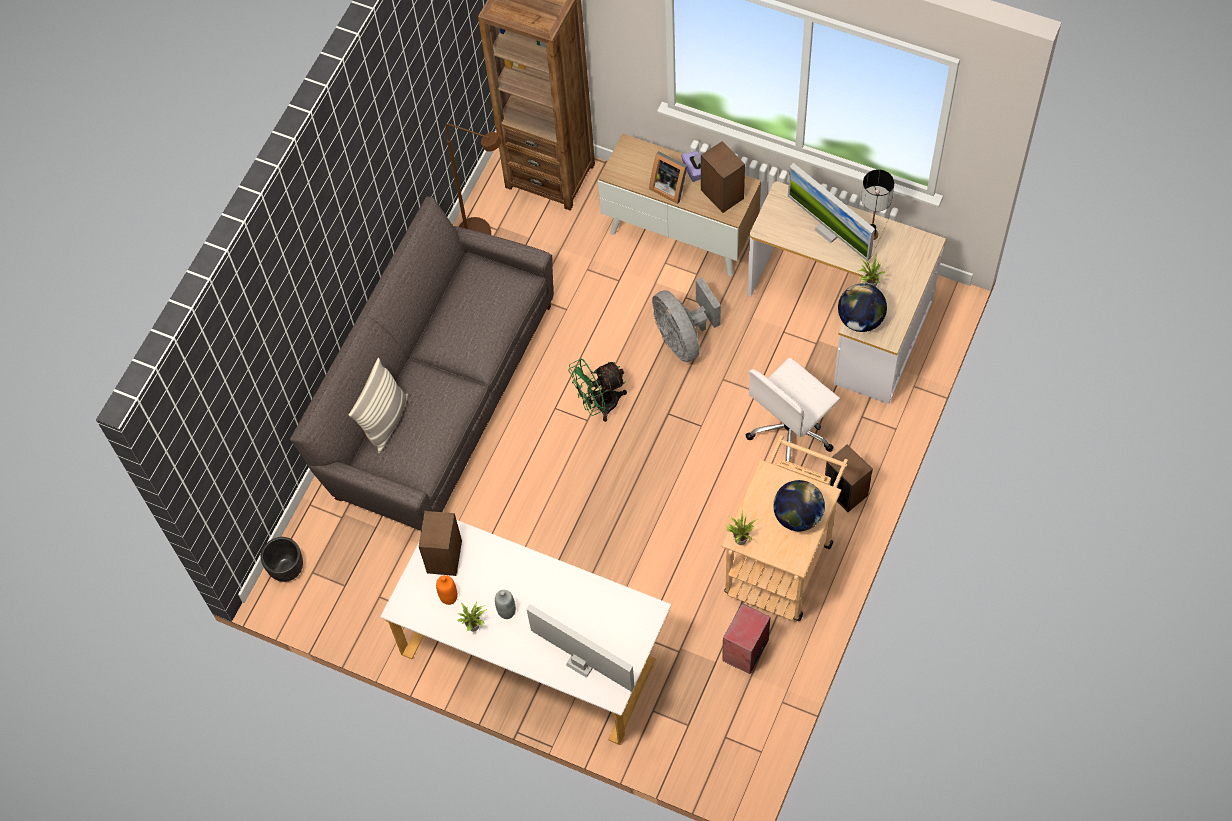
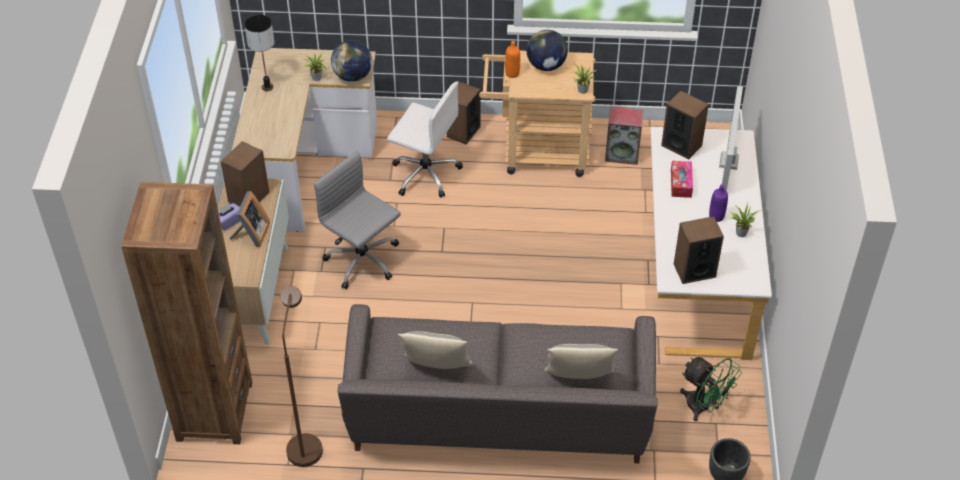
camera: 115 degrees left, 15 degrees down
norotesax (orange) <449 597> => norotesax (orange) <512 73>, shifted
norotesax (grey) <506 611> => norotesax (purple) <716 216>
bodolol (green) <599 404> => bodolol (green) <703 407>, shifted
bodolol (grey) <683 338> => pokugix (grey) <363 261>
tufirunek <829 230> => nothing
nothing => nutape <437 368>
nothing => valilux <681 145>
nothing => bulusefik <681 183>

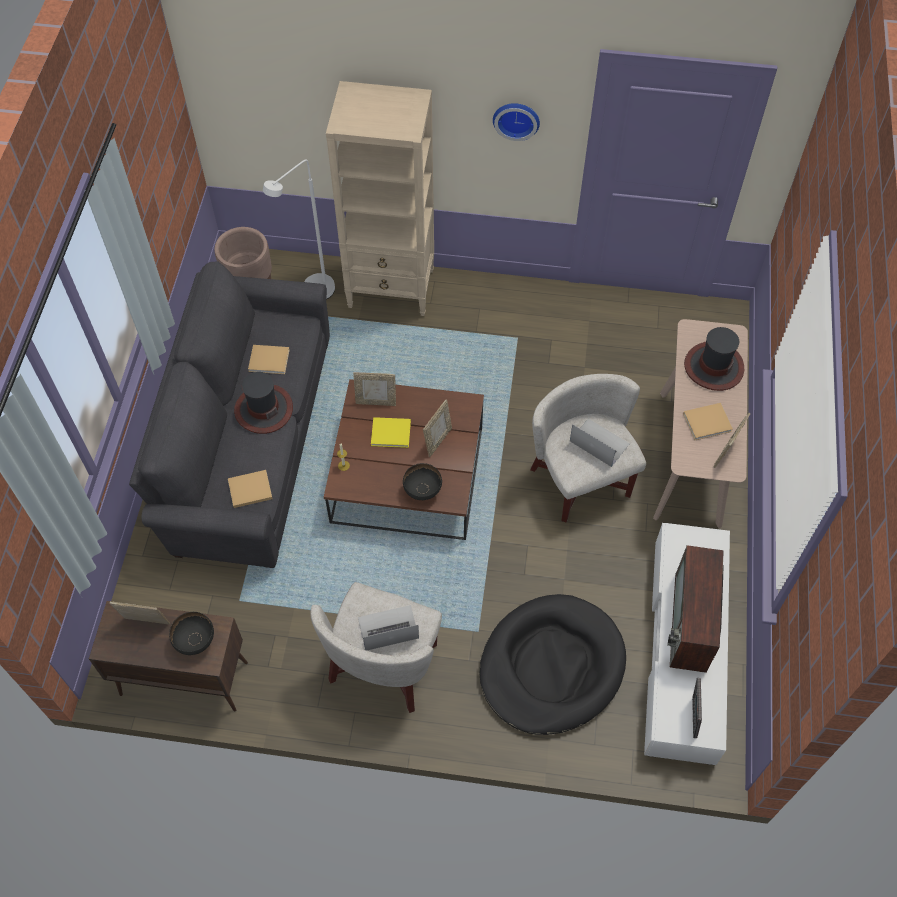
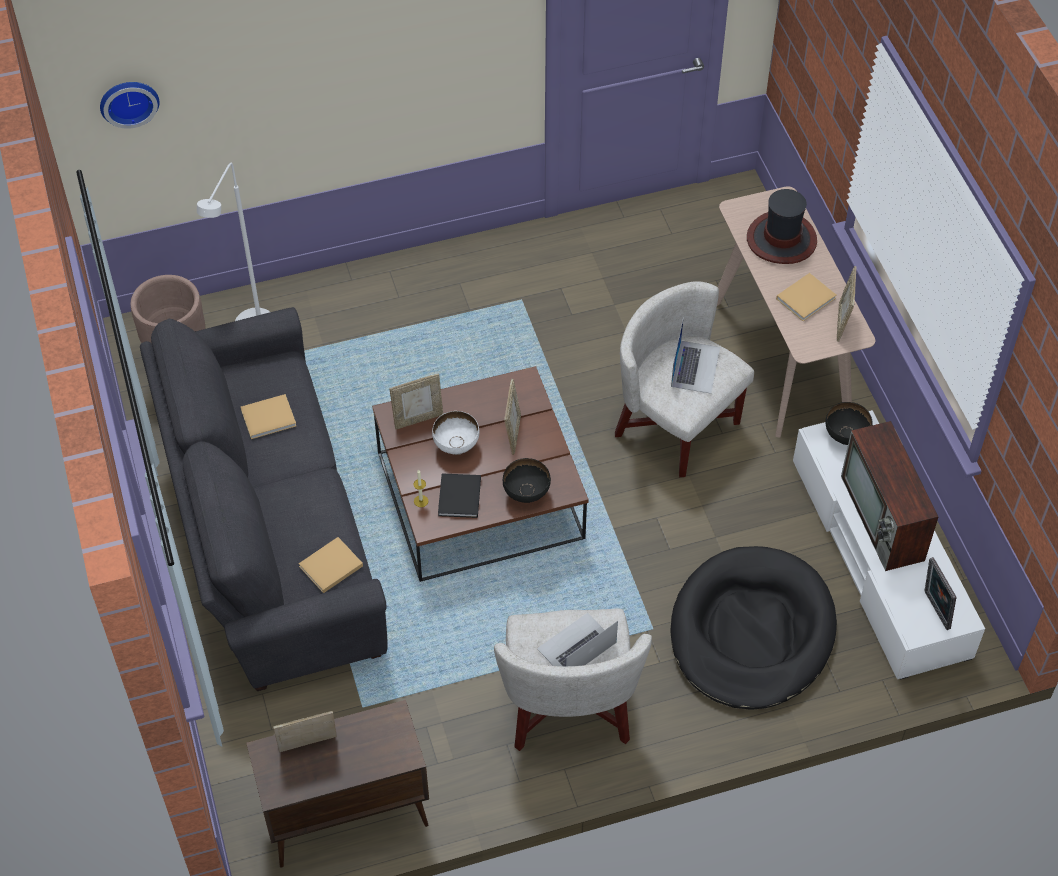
camera: 25 degrees left, 5 degrees down
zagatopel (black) <195 641> => zagatopel (black) <845 436>, shifted
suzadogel <263 409> => nothing
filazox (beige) <392 289> => nothing
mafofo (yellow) <392 433> => zagatopel (white) <456 446>
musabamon <516 118> => musabamon <128 101>, shifted
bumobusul <599 442> => bumobusul <695 366>, 90 degrees clockwise
nothing => mafofo (black) <459 498>

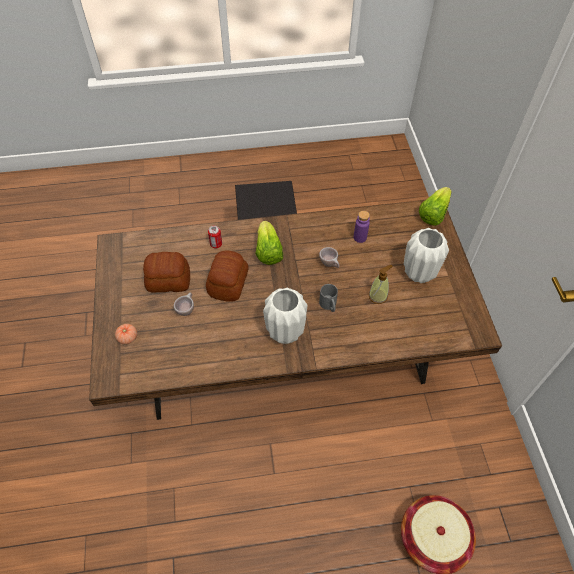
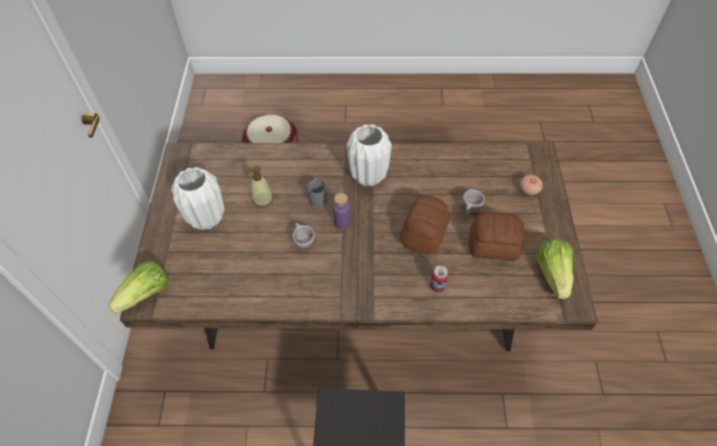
camera: 170 degrees left, 0 degrees up
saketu <268 251> => saketu <553 274>, shifted
norotesax (purple) <360 237> => norotesax (purple) <342 223>, shifted

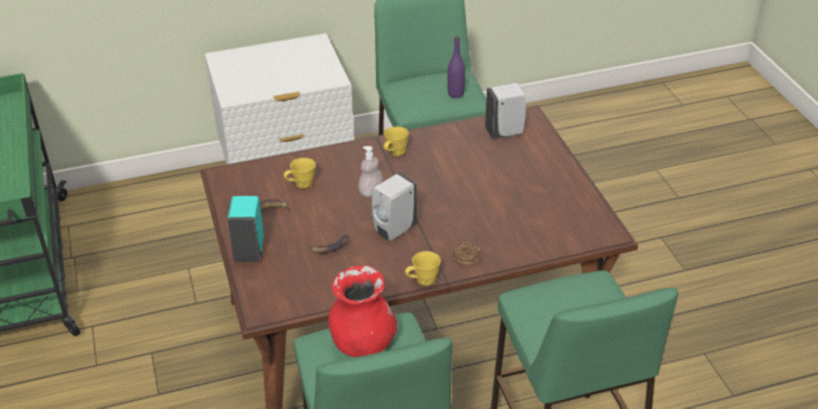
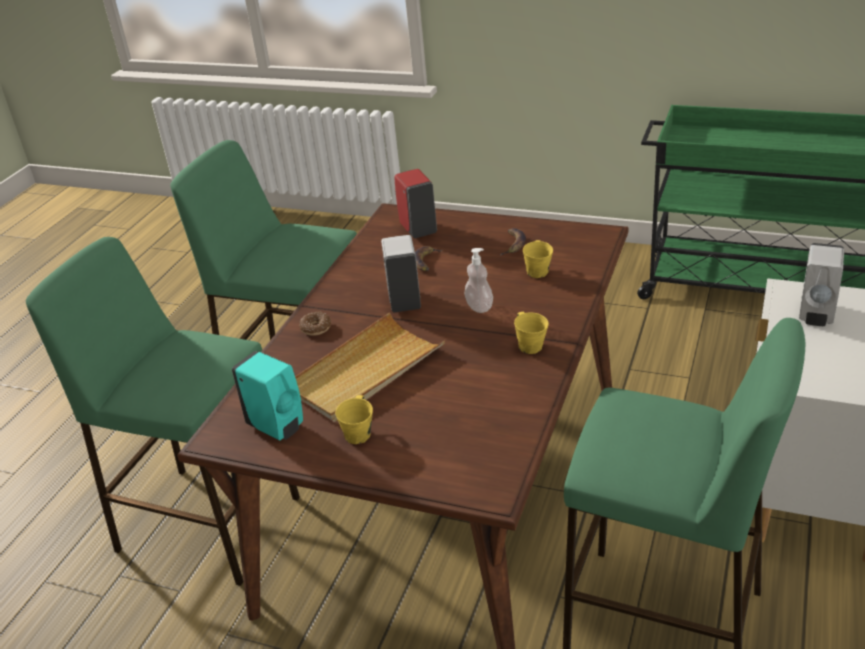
camera: 130 degrees right, 5 degrees down
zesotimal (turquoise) <249 250> => zesotimal (turquoise) <277 427>, shifted
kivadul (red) <362 344> => nothing
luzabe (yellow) <424 280> => luzabe (yellow) <359 434>, shifted
norotesax (purple) <455 94> => nothing
zesotimal (white) <505 132> => zesotimal (white) <816 315>, shifted
nothing => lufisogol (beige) <365 372>
nothing => zesotimal (red) <418 229>

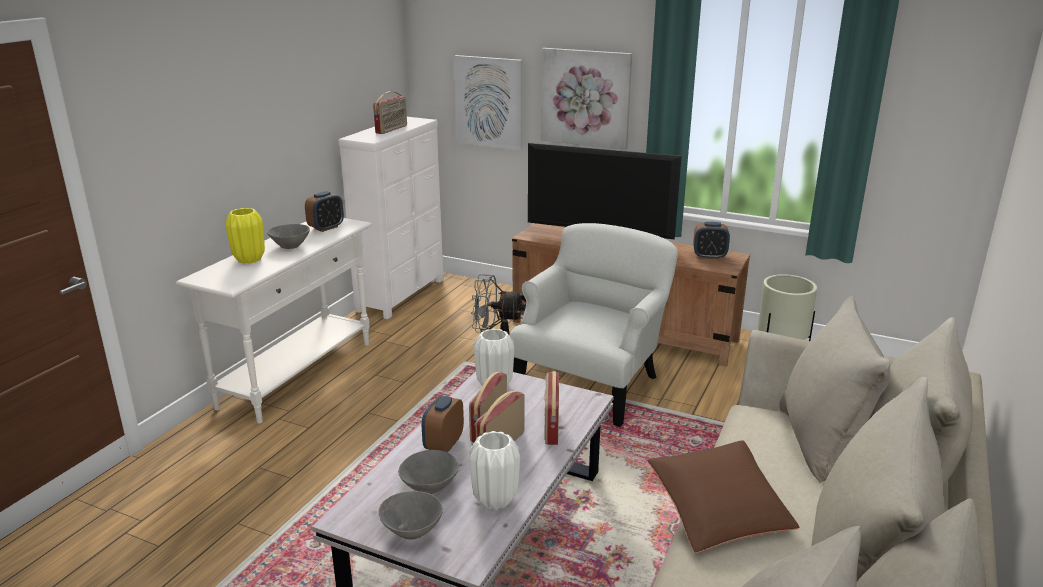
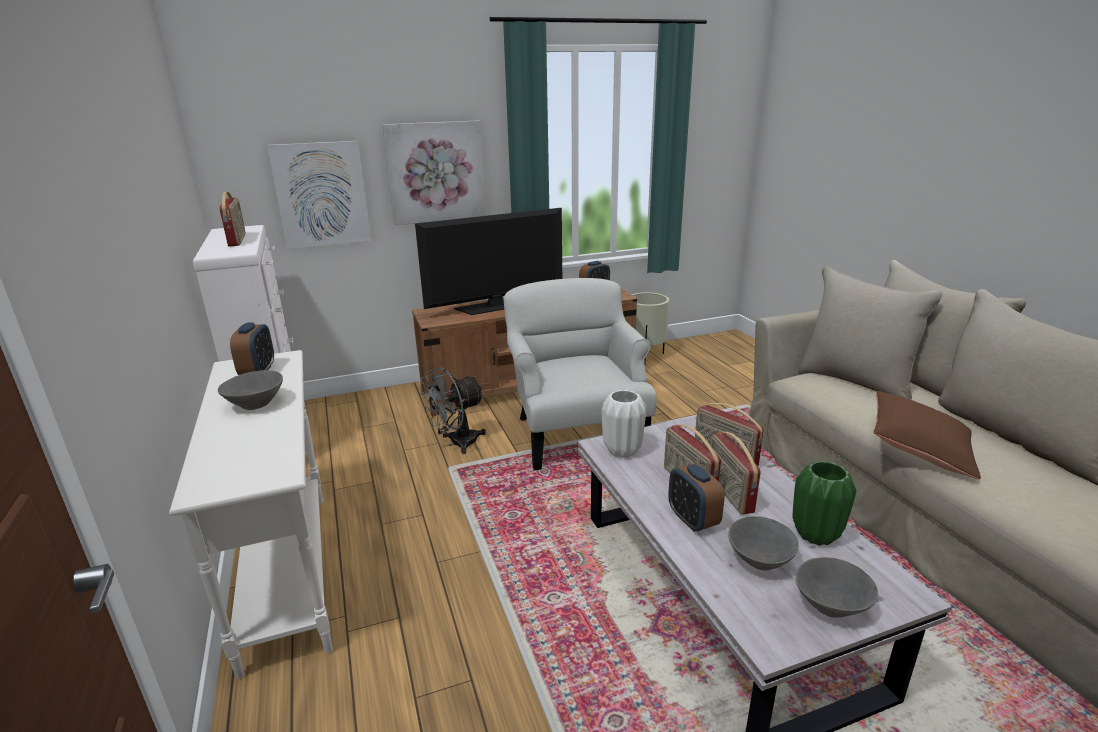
camera: 45 degrees left, 0 degrees up
kivadul (yellow) <249 259> => nothing
kivadul (white) <494 500> => kivadul (green) <816 535>

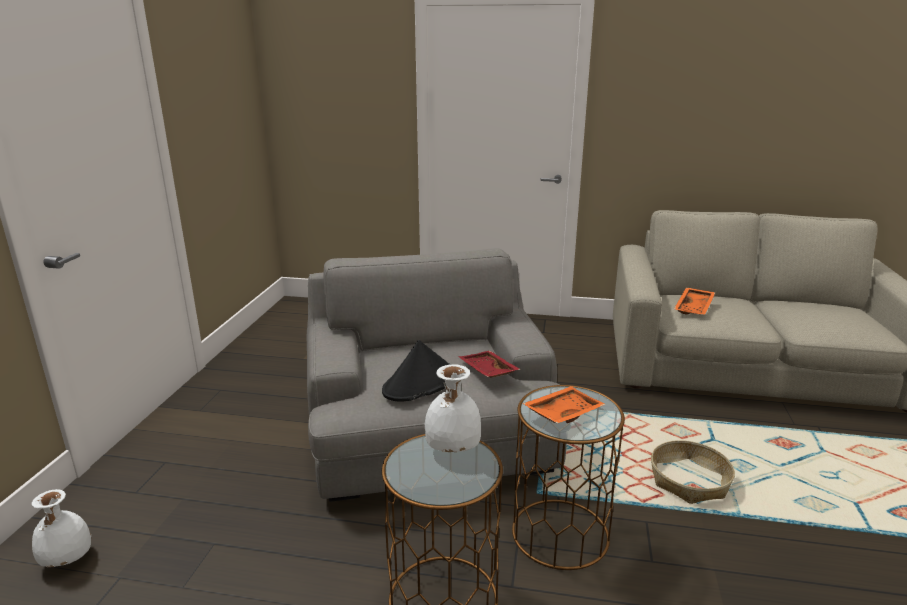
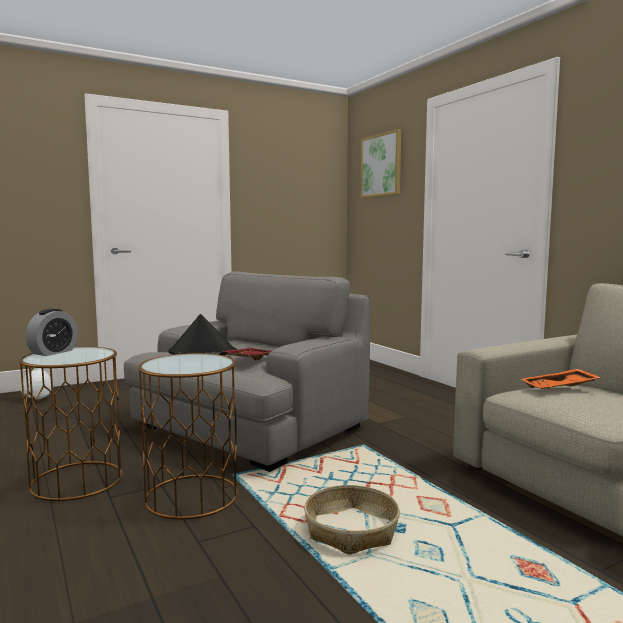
camera: 50 degrees right, 15 degrees down
kivadul (white) <451 449> => nothing
lufisogol (orange) <562 413> => nothing
nothing => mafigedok <53 352>
nothing => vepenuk <381 165>

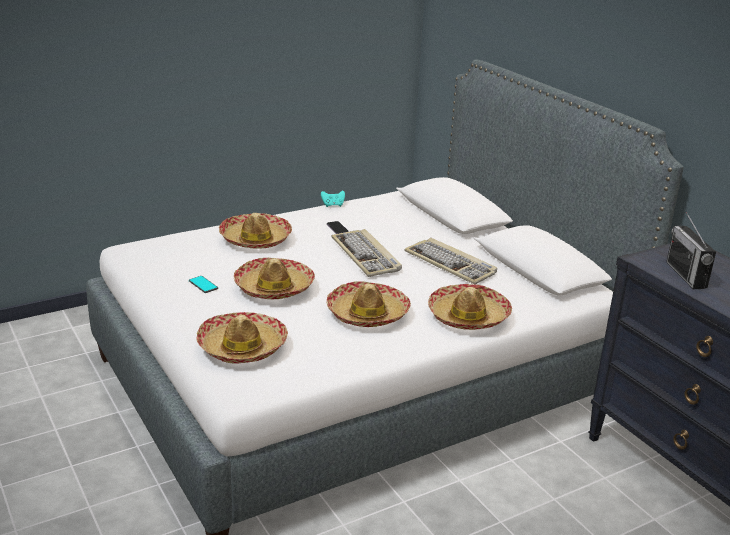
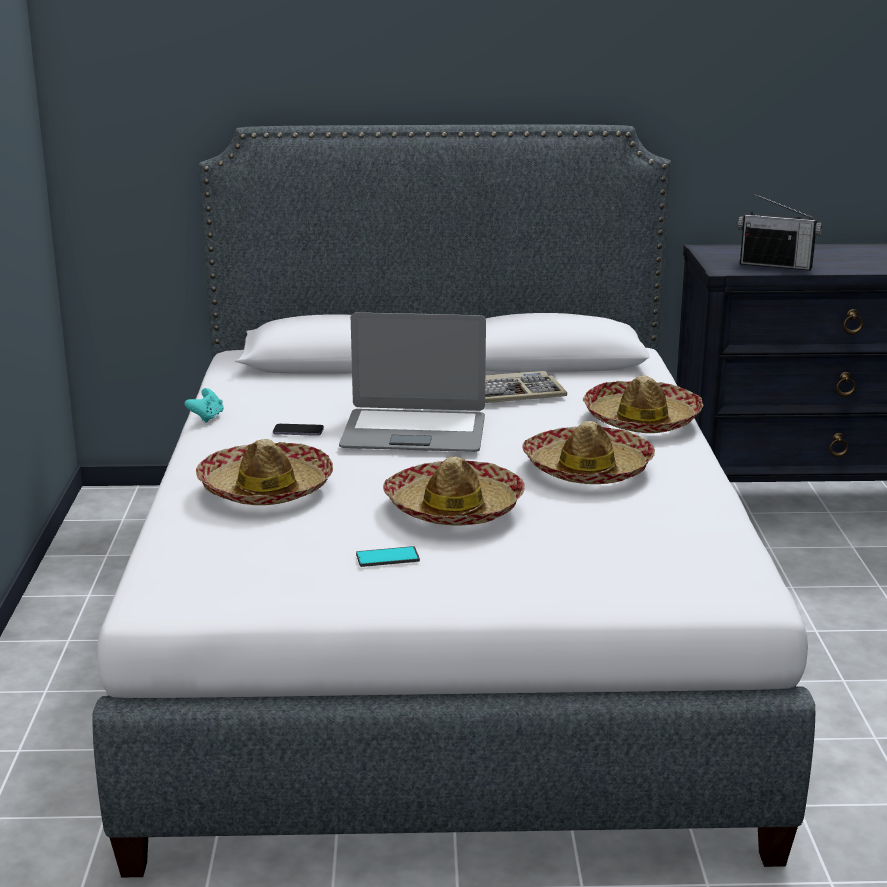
camera: 60 degrees left, 5 degrees down
suzadogel <242 347> => nothing
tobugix <366 256> => bumobusul <414 433>

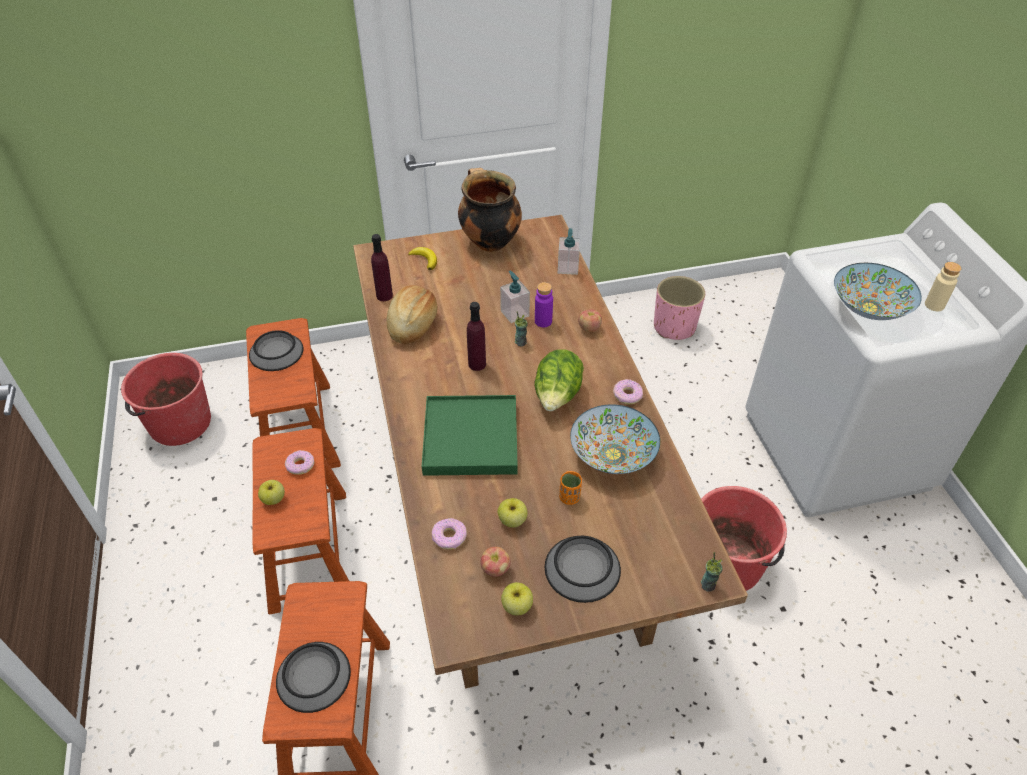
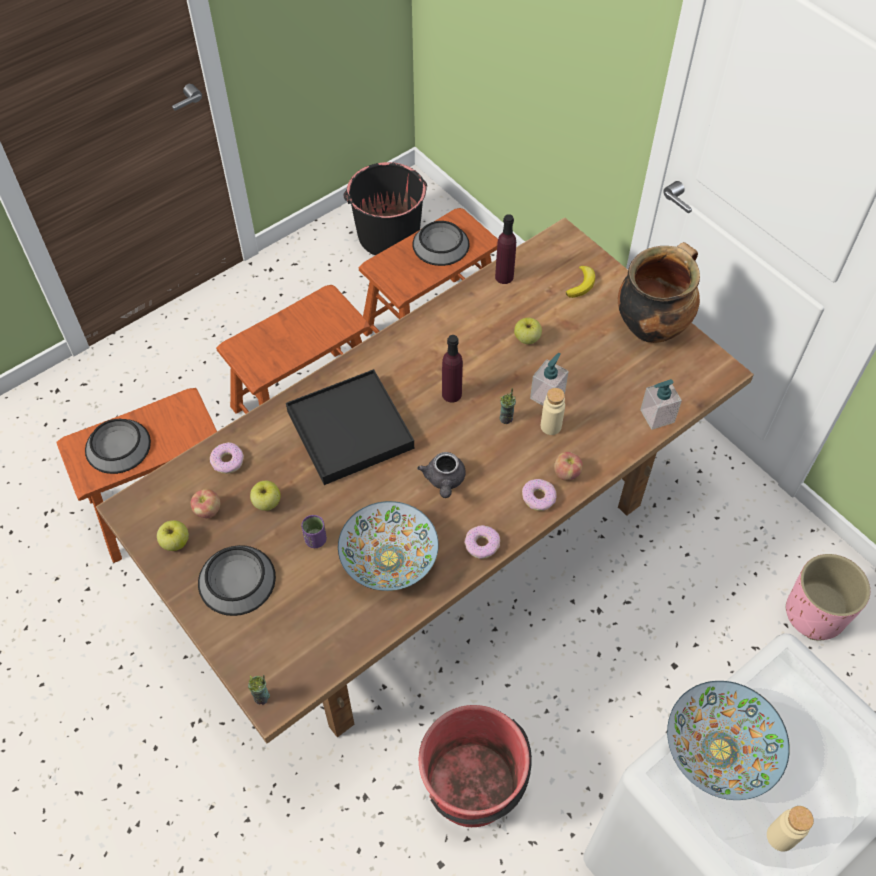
camera: 65 degrees right, 10 degrees up
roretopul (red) <179 423> => roretopul (black) <388 235>
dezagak <274 499> => dezagak <527 339>, shifted
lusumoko <300 465> => lusumoko <538 497>, shifted
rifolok <412 324> => nothing
lufisogol (green) <470 438> => lufisogol (black) <350 429>
norotesax (purple) <543 321> => norotesax (beige) <550 426>
saketu <557 397> => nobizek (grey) <444 481>
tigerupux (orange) <569 497> => tigerupux (purple) <315 540>

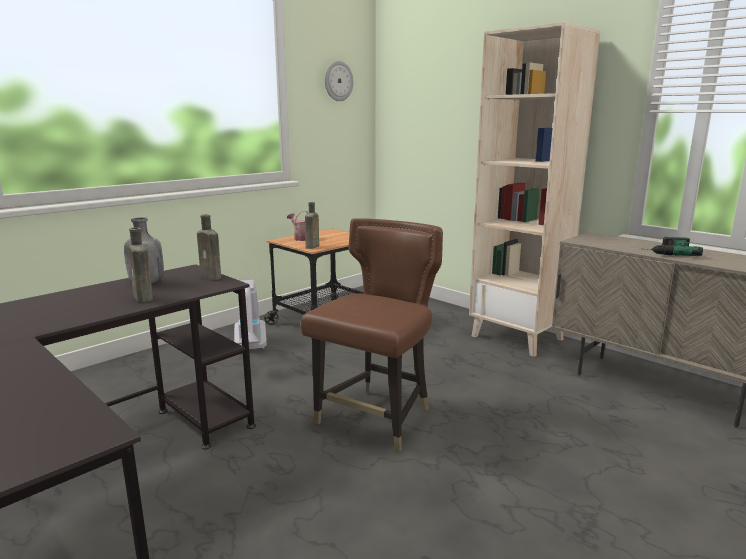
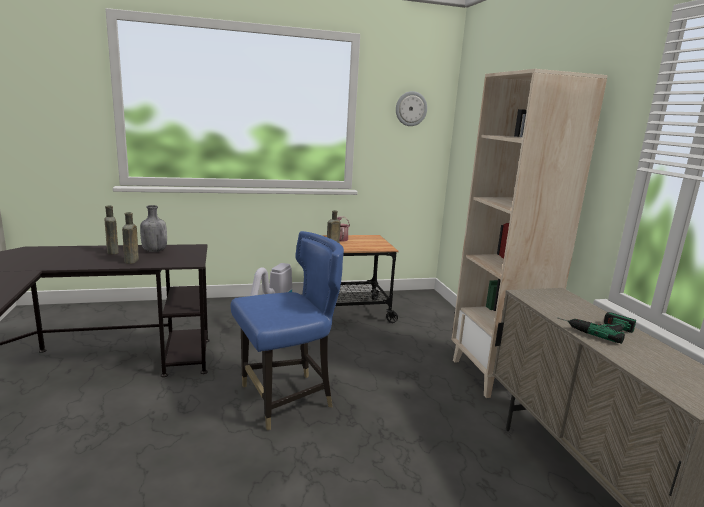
camera: 30 degrees right, 0 degrees up
norotesax (brown) <212 277> => norotesax (brown) <113 252>, shifted
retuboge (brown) <376 418> => retuboge (blue) <286 399>

